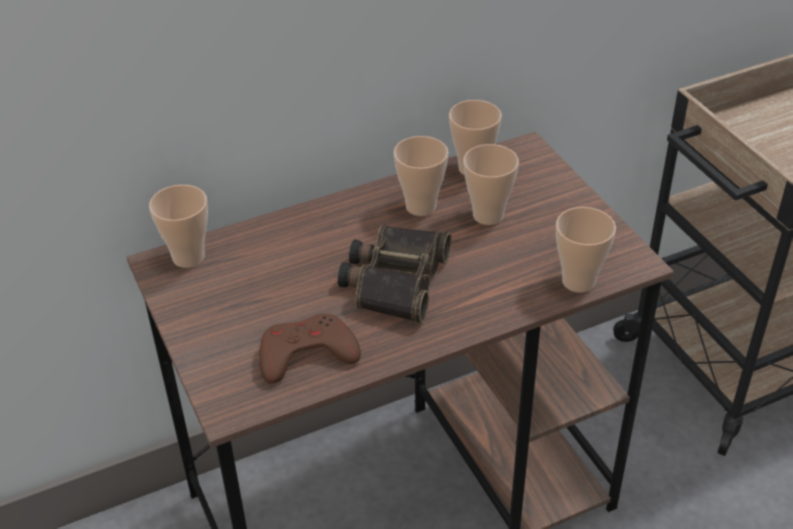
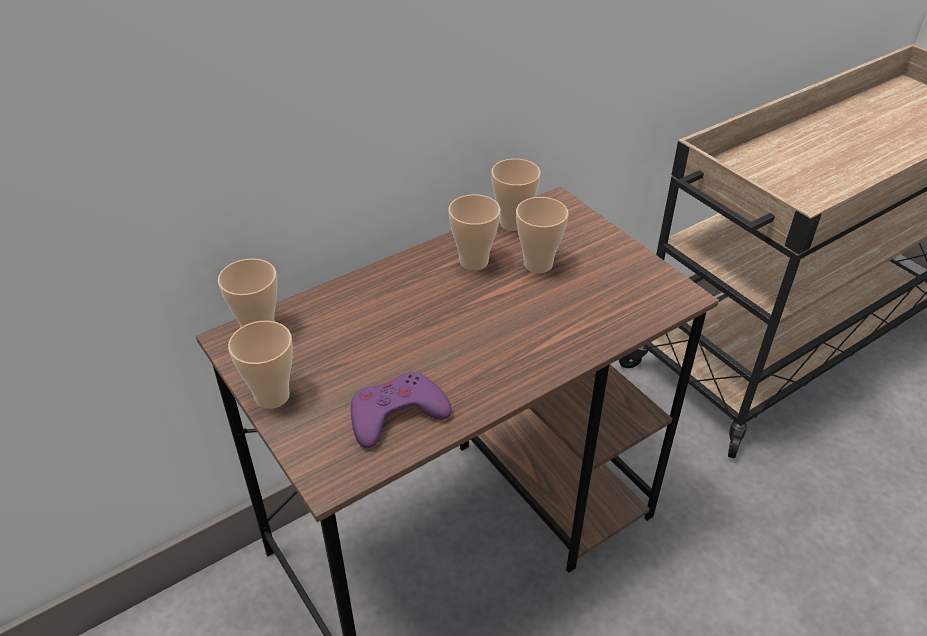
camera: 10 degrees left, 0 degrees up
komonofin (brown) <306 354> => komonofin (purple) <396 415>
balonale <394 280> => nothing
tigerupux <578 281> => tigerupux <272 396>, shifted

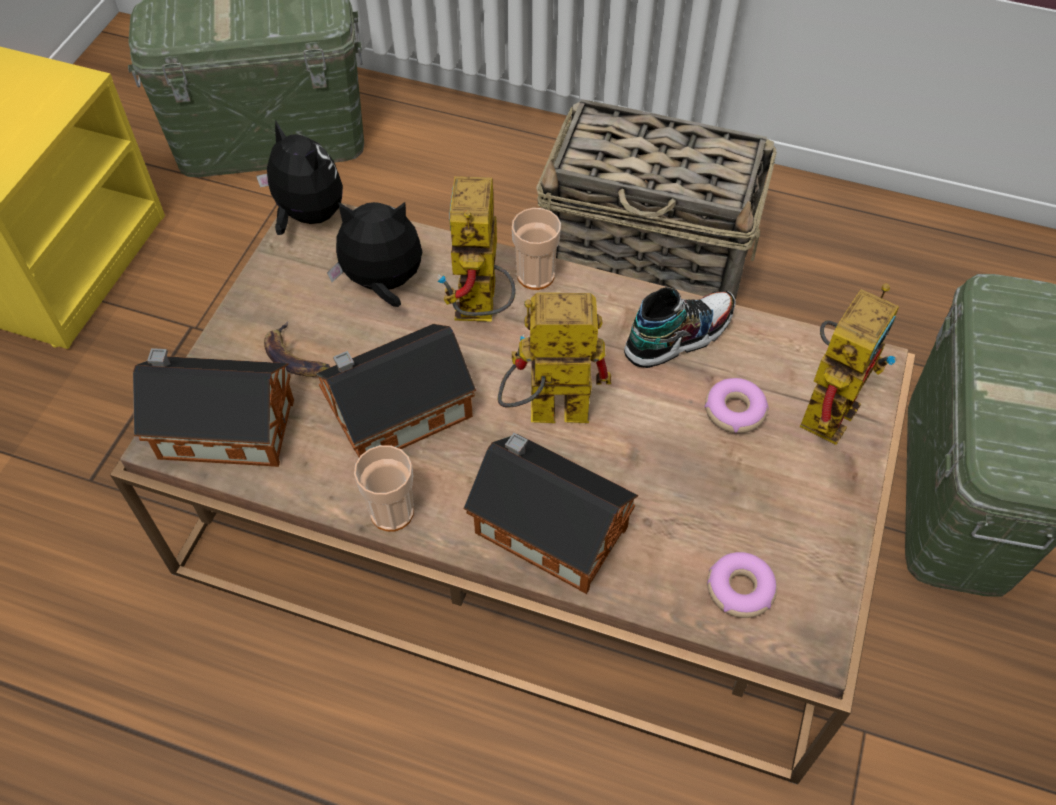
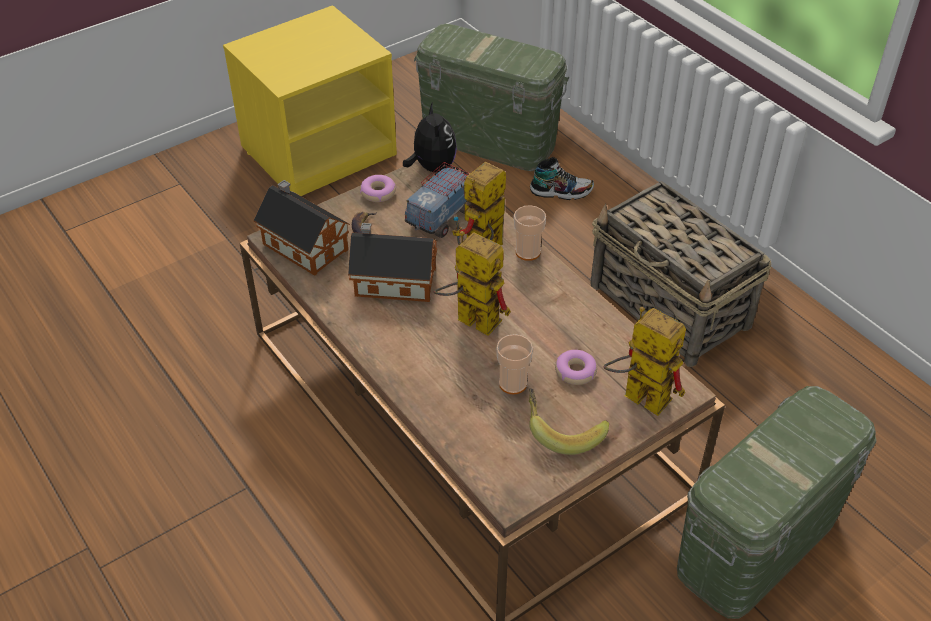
camera: 35 degrees right, 10 degrees down
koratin <383 284> => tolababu <441 217>
tigerupux <392 512> => tigerupux <513 383>, shifted
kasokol <546 526> => nothing
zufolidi <678 336> => zufolidi <561 191>, shifted
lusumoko <739 589> => lusumoko <378 193>, shifted
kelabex <829 402> => kelabex <636 396>, 120 degrees counterclockwise
nothing => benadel <563 430>

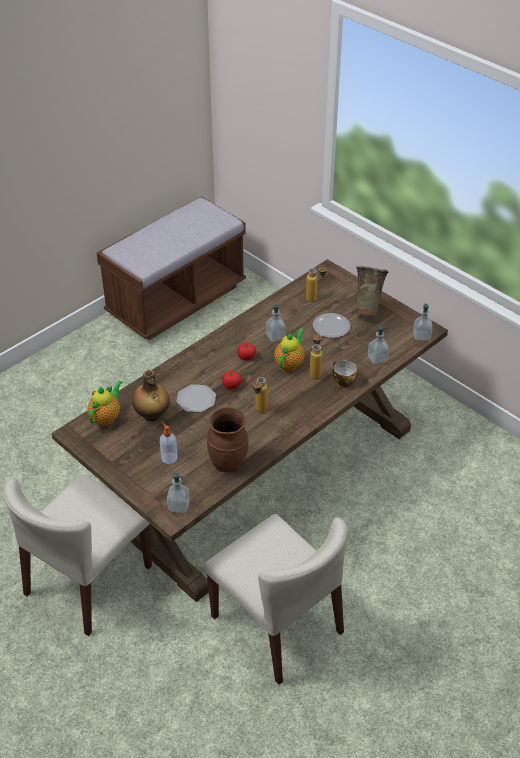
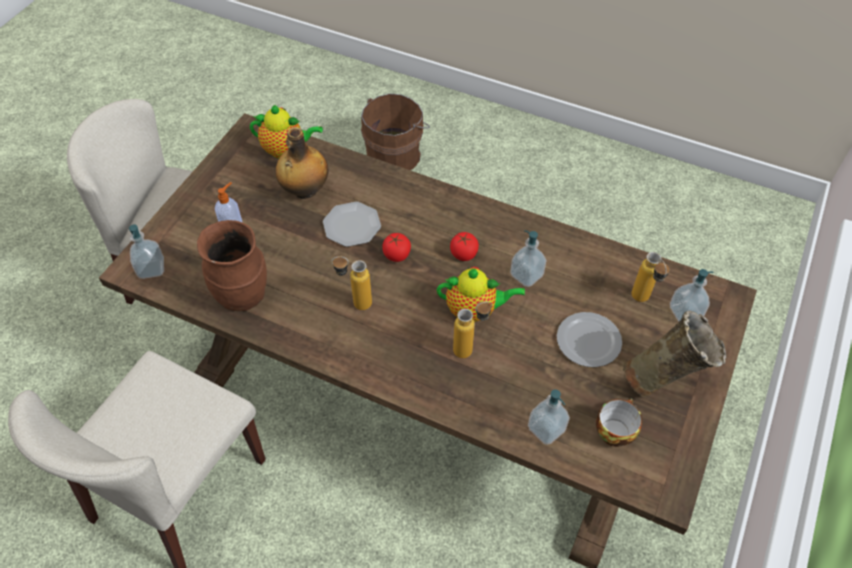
camera: 70 degrees right, 10 degrees up
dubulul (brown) <176 300> => nothing
tigerupux <342 381> => tigerupux <614 430>, shifted
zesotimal <421 336> => zesotimal <685 312>, shifted
nothing => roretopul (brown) <396 155>

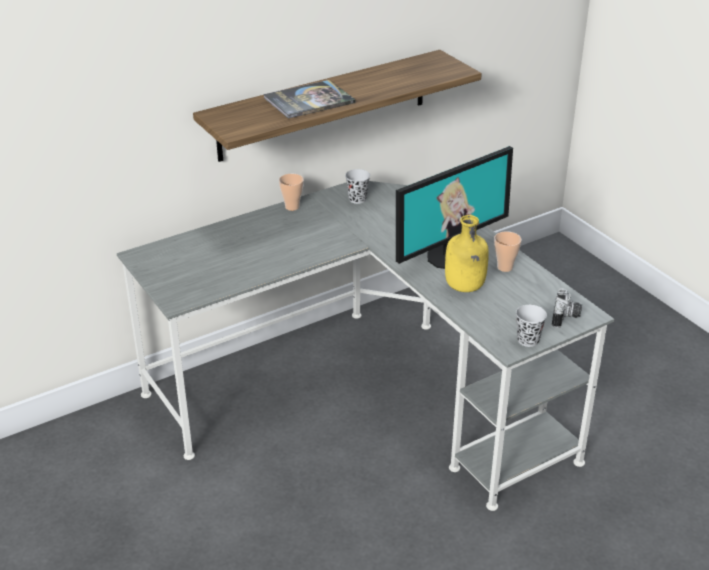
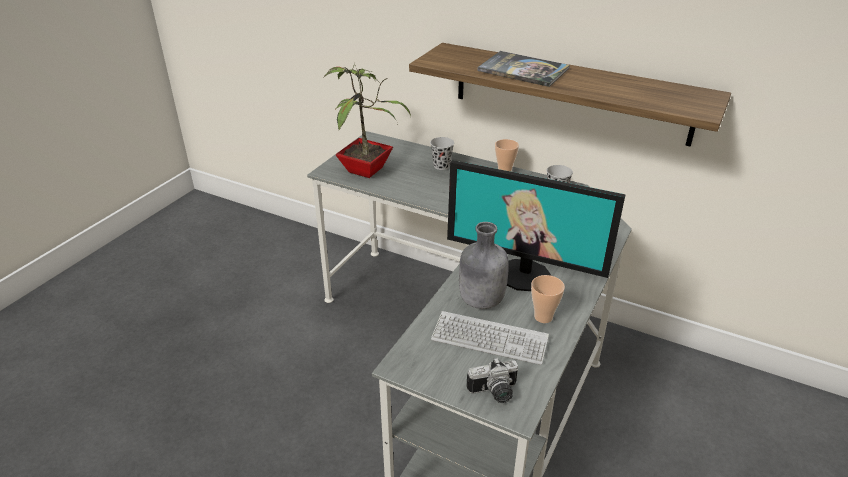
camera: 60 degrees right, 0 degrees up
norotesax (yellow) <464 287> => norotesax (grey) <480 301>
tigerupux (black) <528 340> => tigerupux (black) <441 166>, shifted
nothing => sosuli <367 169>
nothing => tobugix <489 339>

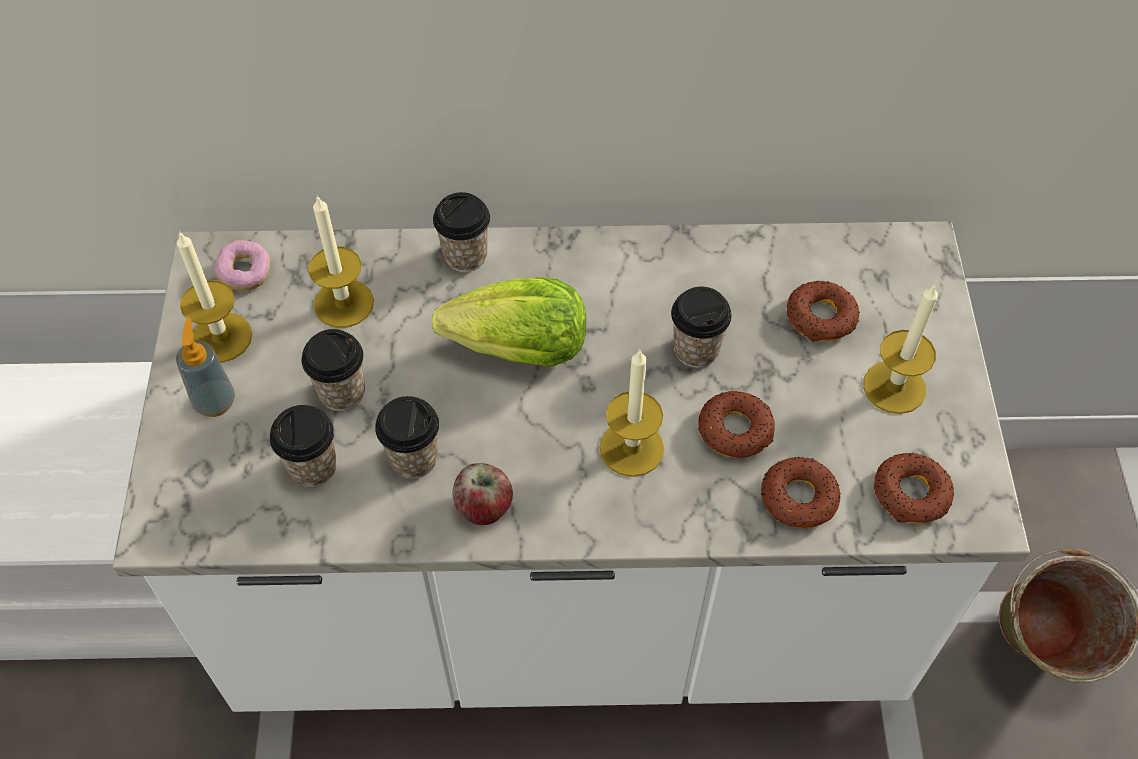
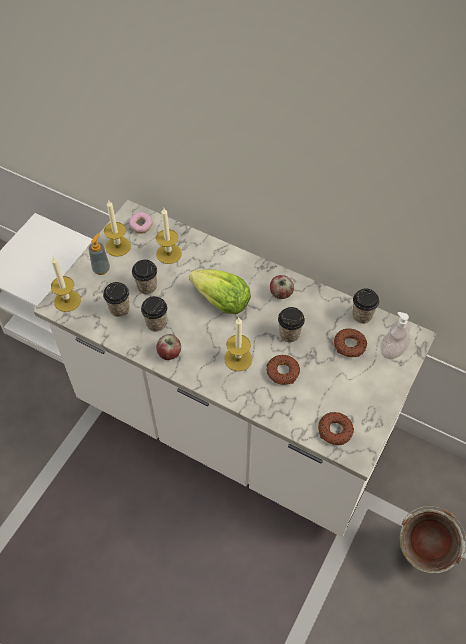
camera: 30 degrees right, 0 degrees up
tigerupux <465 256> => tigerupux <362 315>, shifted
lusumoko <799 497> => nothing
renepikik <894 387> => renepikik <67 300>, shifted
nothing => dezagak <280 293>
nothing => zesotimal <392 350>

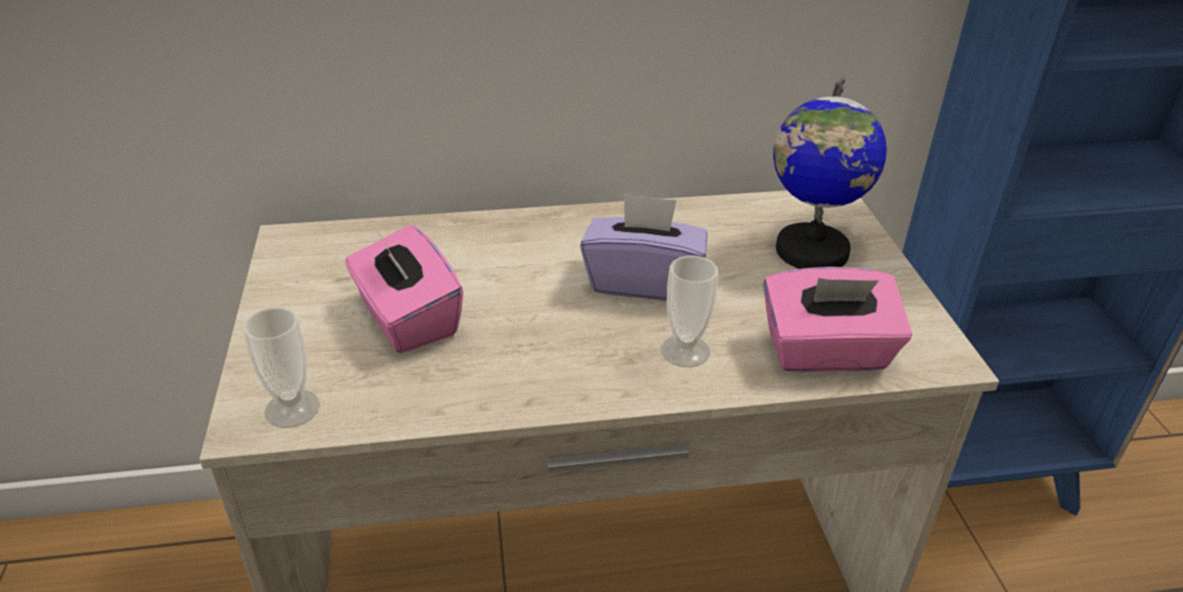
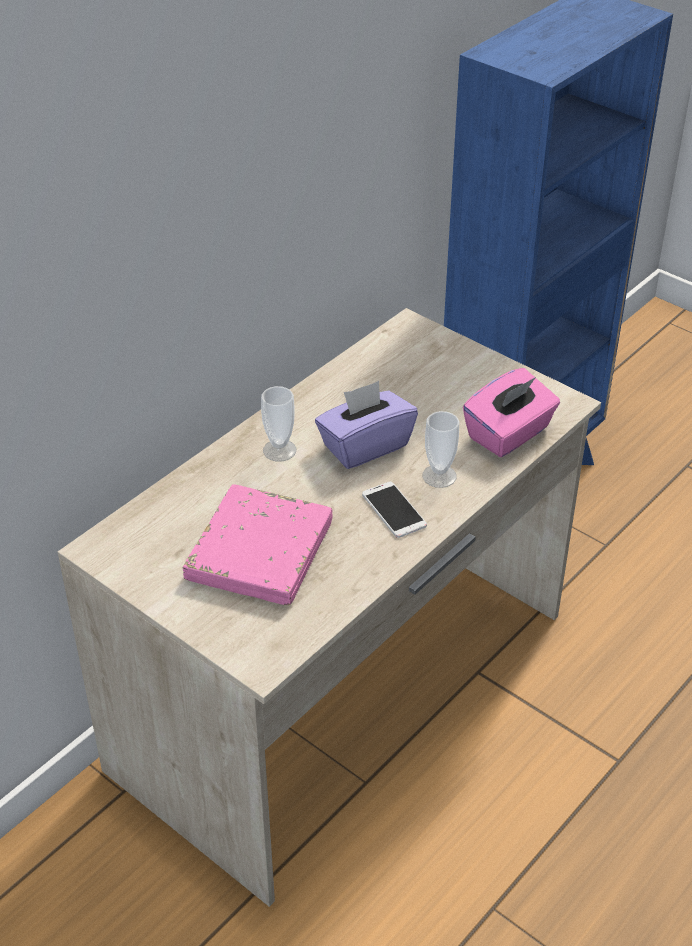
camera: 40 degrees left, 5 degrees up
tigerupux <292 409> => tigerupux <279 450>, shifted
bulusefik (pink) <407 319> => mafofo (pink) <260 552>
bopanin <810 251> => nothing
nothing => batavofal <394 510>

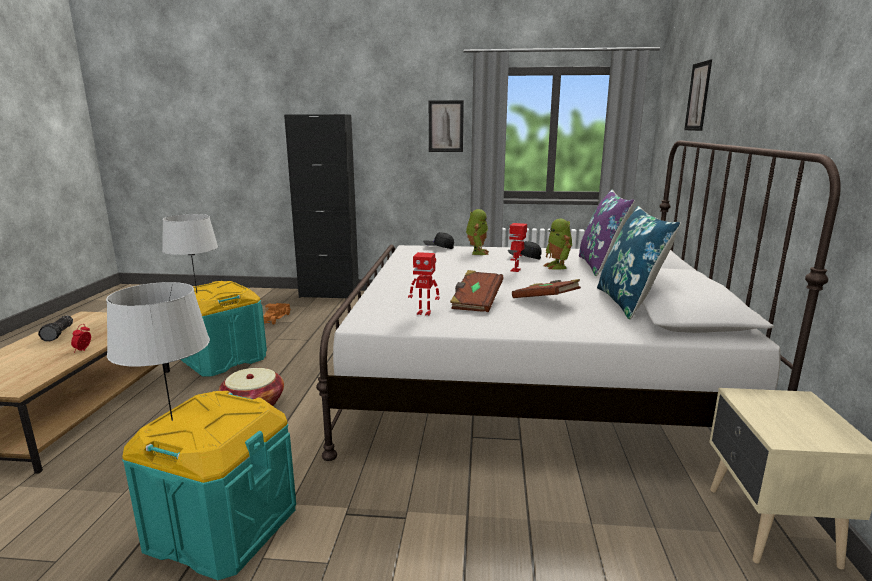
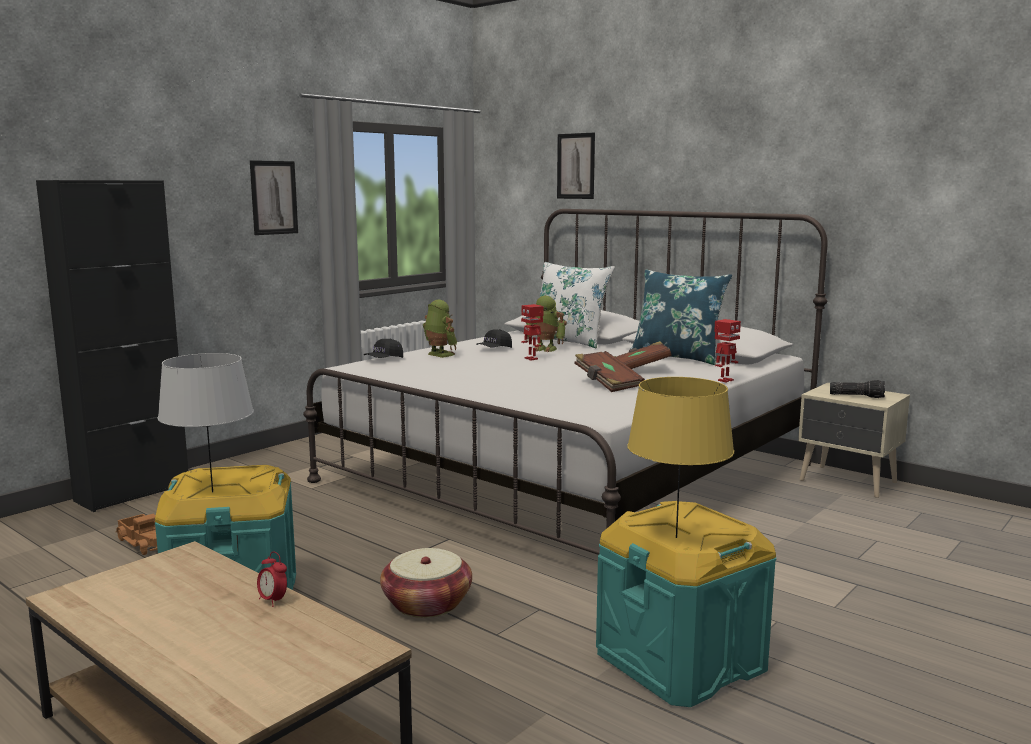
camera: 55 degrees left, 5 degrees down
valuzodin <60 334> => valuzodin <857 396>, shifted
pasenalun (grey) <172 420> => pasenalun (yellow) <676 537>
kelabex <424 313> => kelabex <724 380>, shifted
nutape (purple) <600 266> => nutape (white) <569 341>

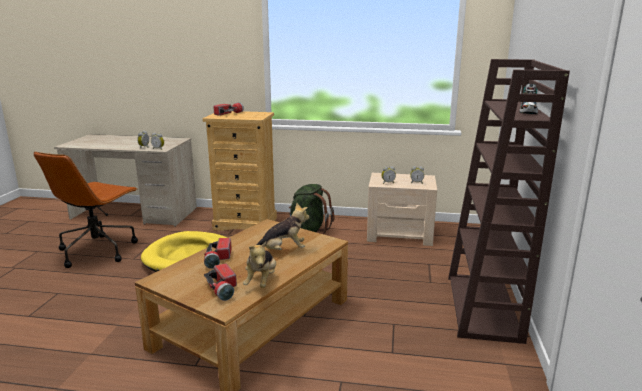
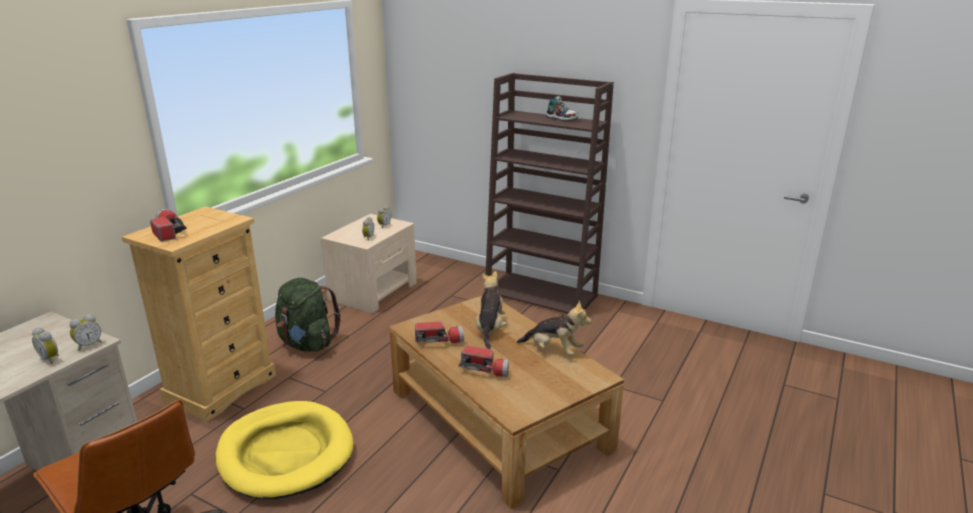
camera: 70 degrees left, 5 degrees up
valuzodin <222 289> => valuzodin <439 341>, shifted

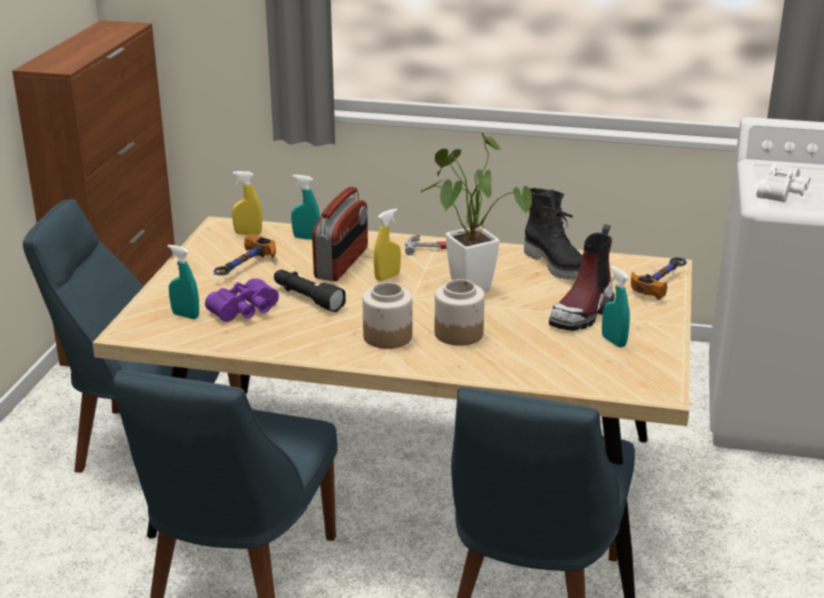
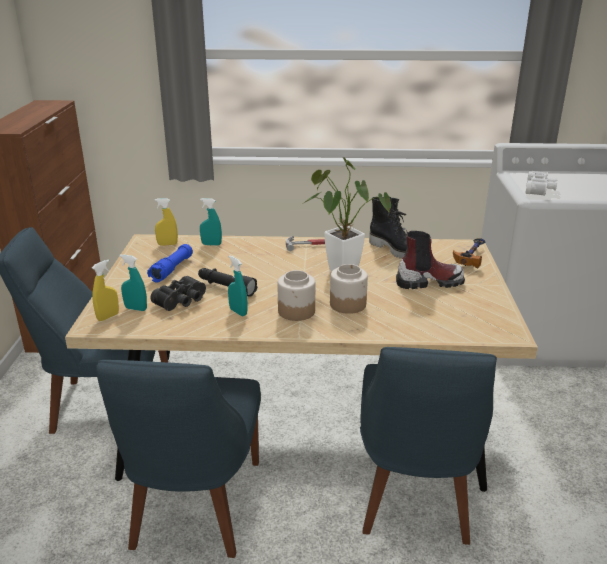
camera: 10 degrees left, 0 degrees up
balonale (purple) <246 311> => balonale (black) <182 301>
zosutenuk <244 268> => valuzodin (blue) <172 269>
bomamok <342 263> => nothing
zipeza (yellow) <387 277> => zipeza (yellow) <108 317>, shifted
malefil <582 313> => malefil <429 282>, 120 degrees counterclockwise
zipeza (turquoise) <613 341> => zipeza (turquoise) <238 312>, shifted

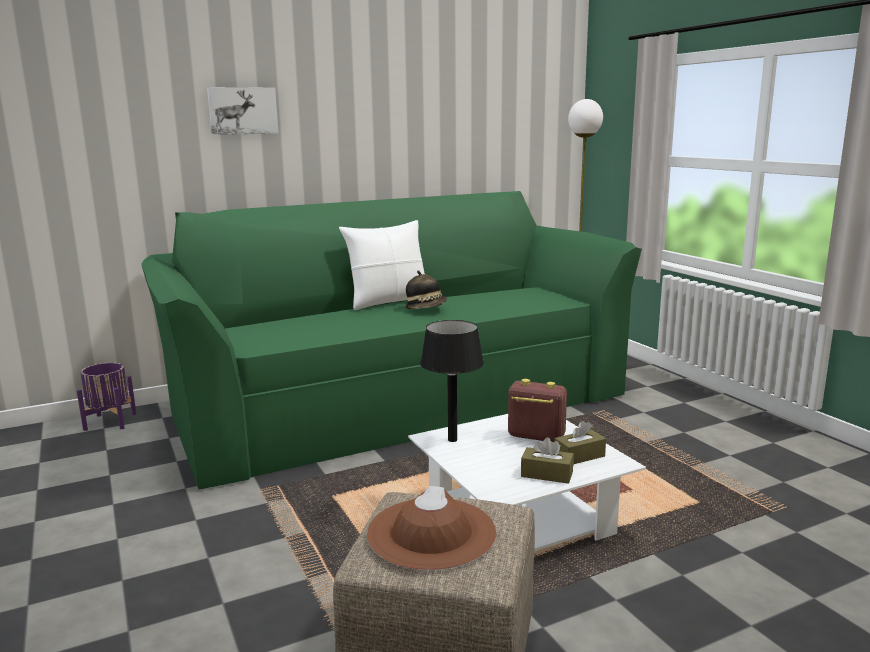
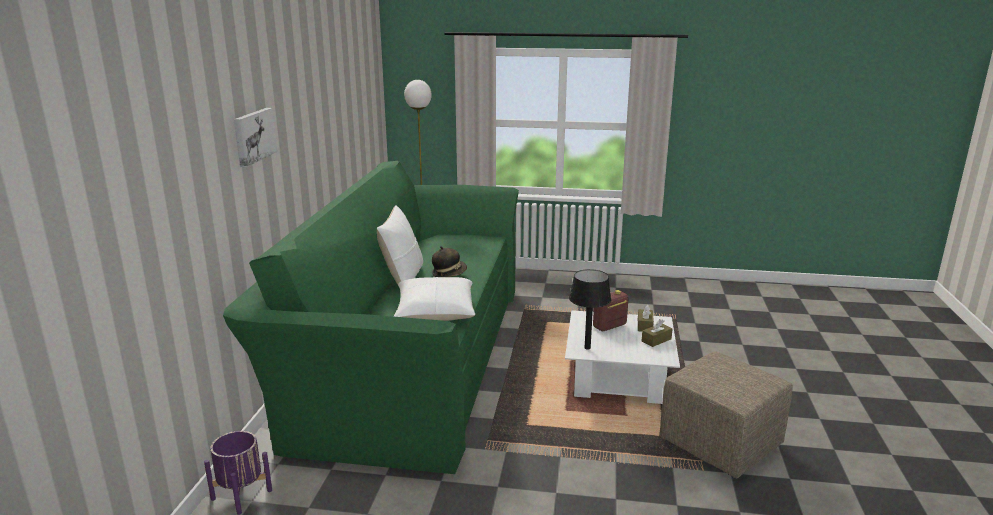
camera: 55 degrees left, 5 degrees up
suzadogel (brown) <431 533> => nothing
nothing => nutape (white) <435 311>

